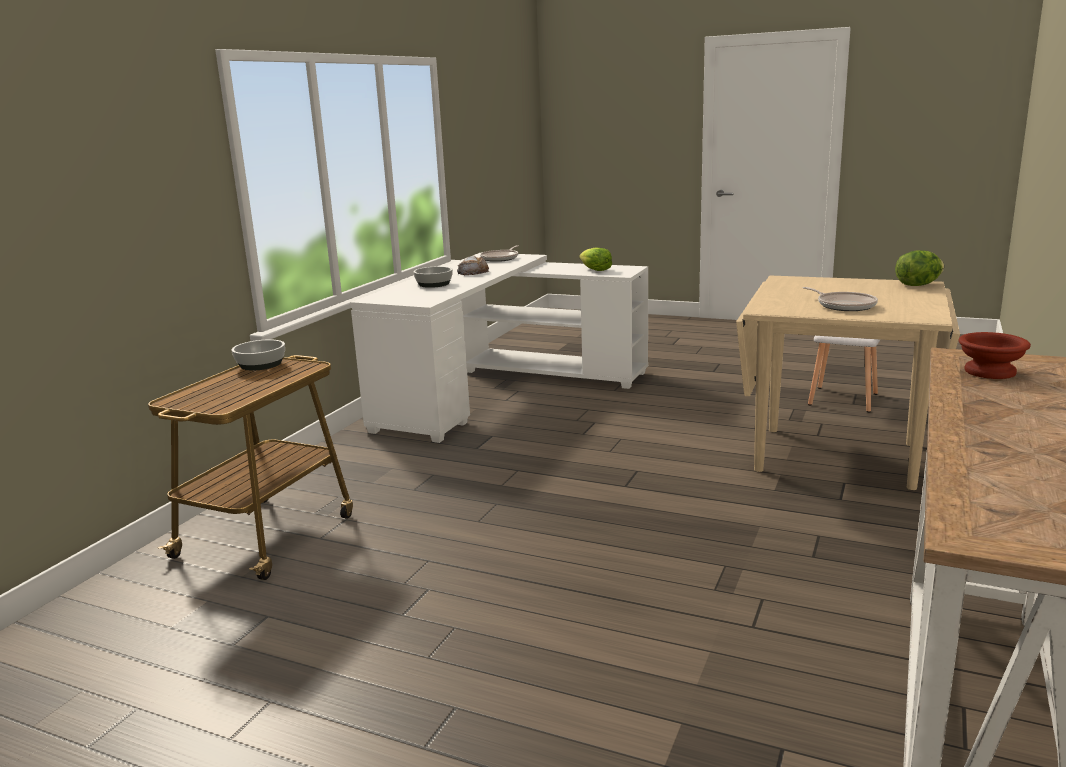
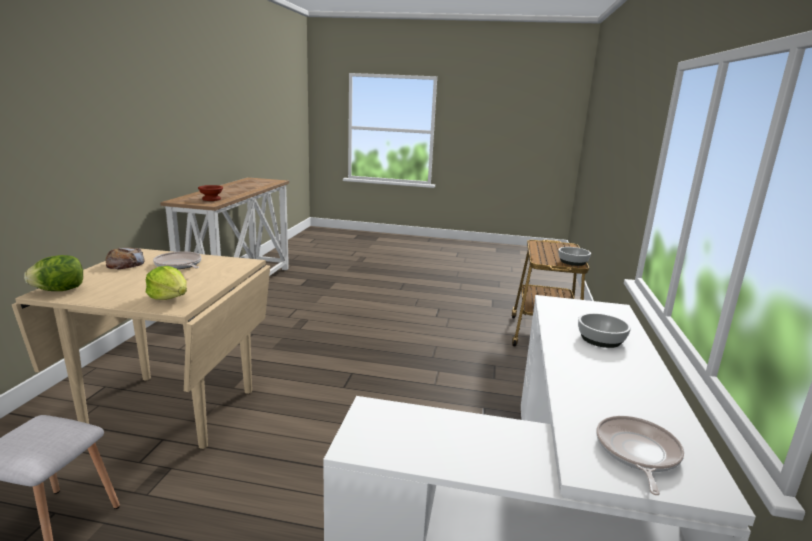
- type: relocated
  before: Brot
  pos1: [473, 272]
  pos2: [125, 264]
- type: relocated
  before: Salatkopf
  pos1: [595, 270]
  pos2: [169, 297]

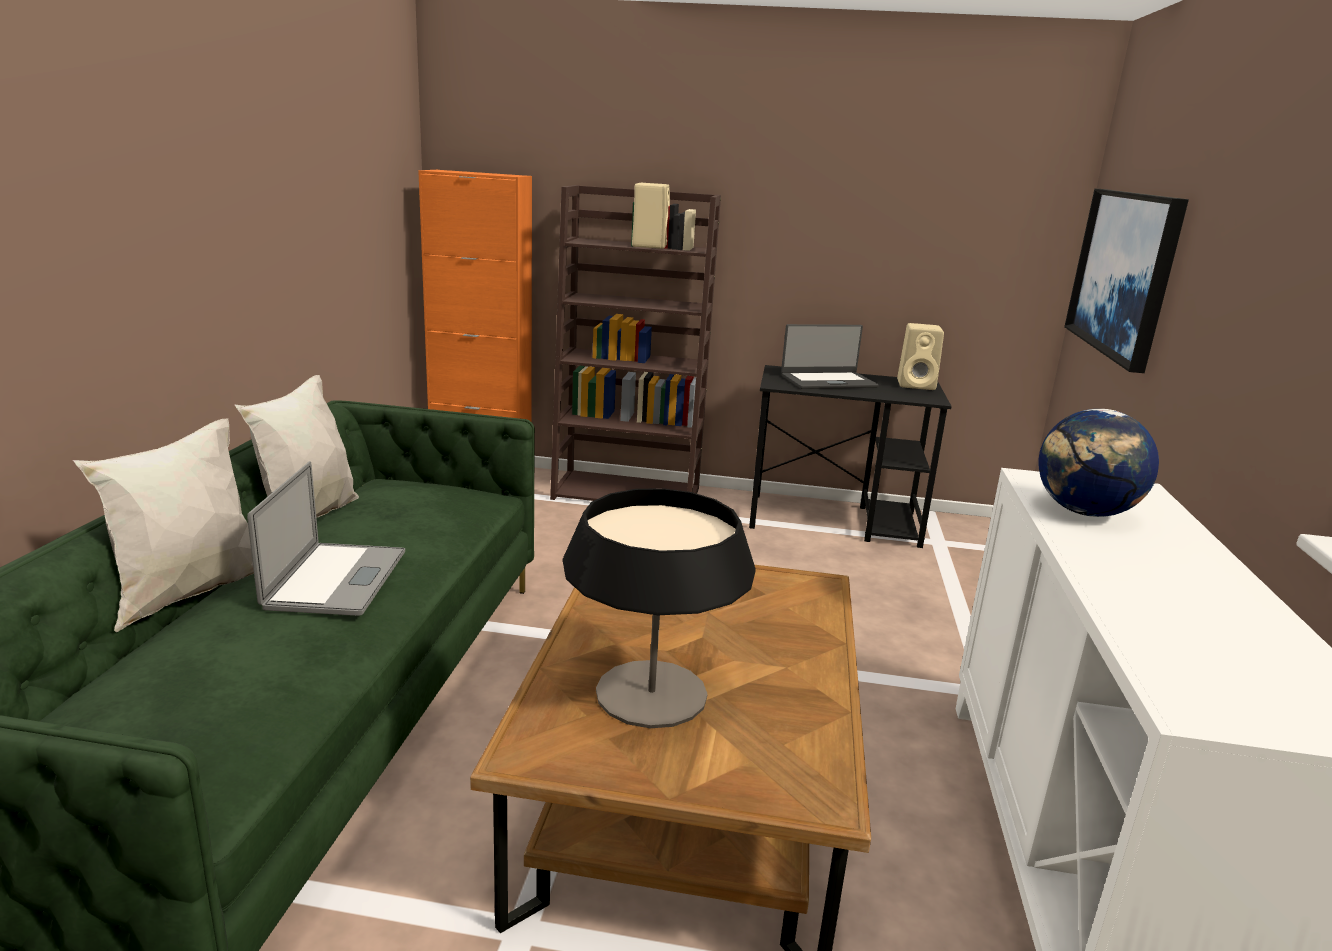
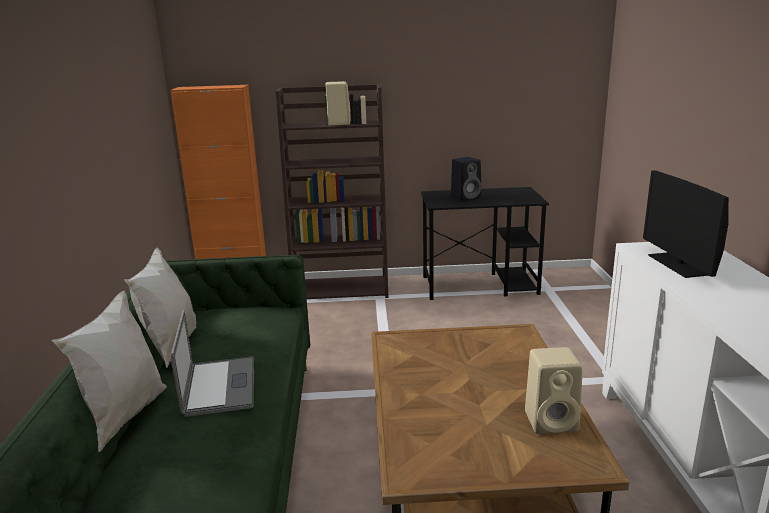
- type: missing
  before: Tischlampe
  pos1: [651, 694]
- type: exchanged
  before: Laptop
  after: Lautsprecher [schwarz]
  pos1: [828, 381]
  pos2: [466, 197]
- type: relocated
  before: Lautsprecher [beige]
  pos1: [917, 385]
  pos2: [552, 421]
- type: exchanged
  before: Globus
  after: Monitor
  pos1: [1085, 512]
  pos2: [678, 264]
- type: missing
  before: Bild
  pos1: [1124, 273]

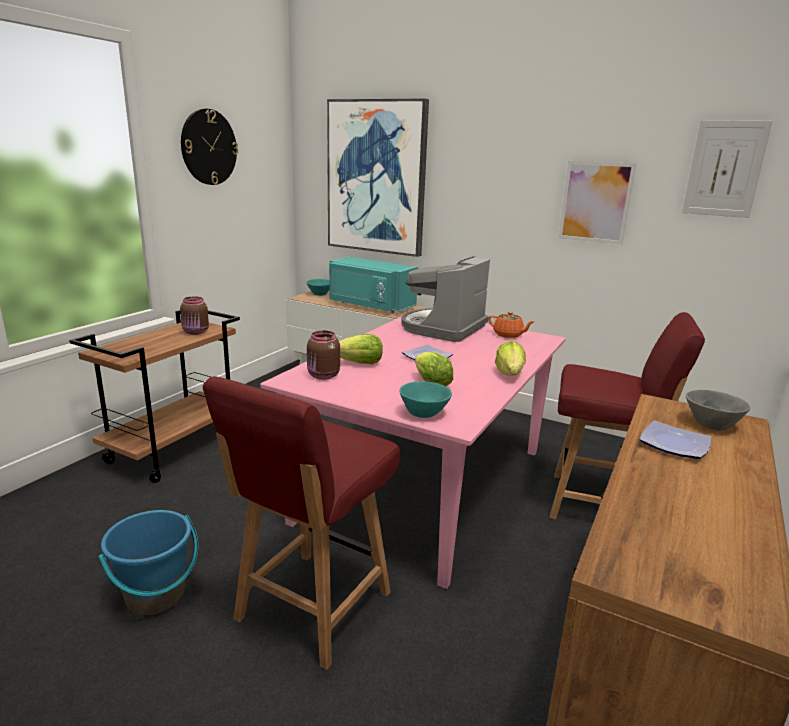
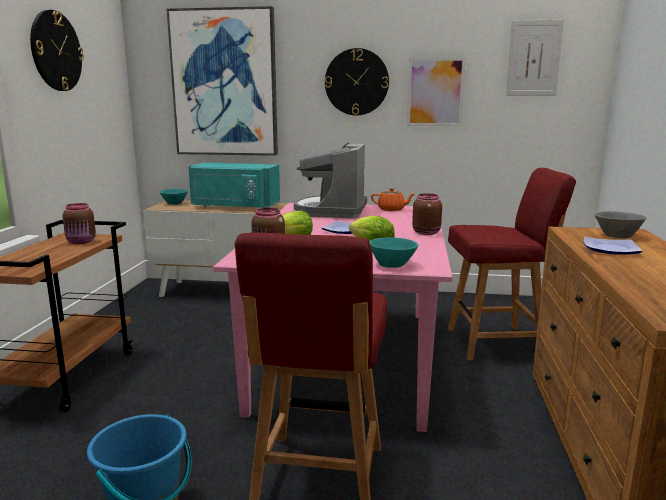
- type: exchanged
  before: Salatkopf
  after: Vorratsglas [braun]
  pos1: [510, 374]
  pos2: [426, 232]
- type: appeared
  after: Wanduhr
  pos2: [356, 82]

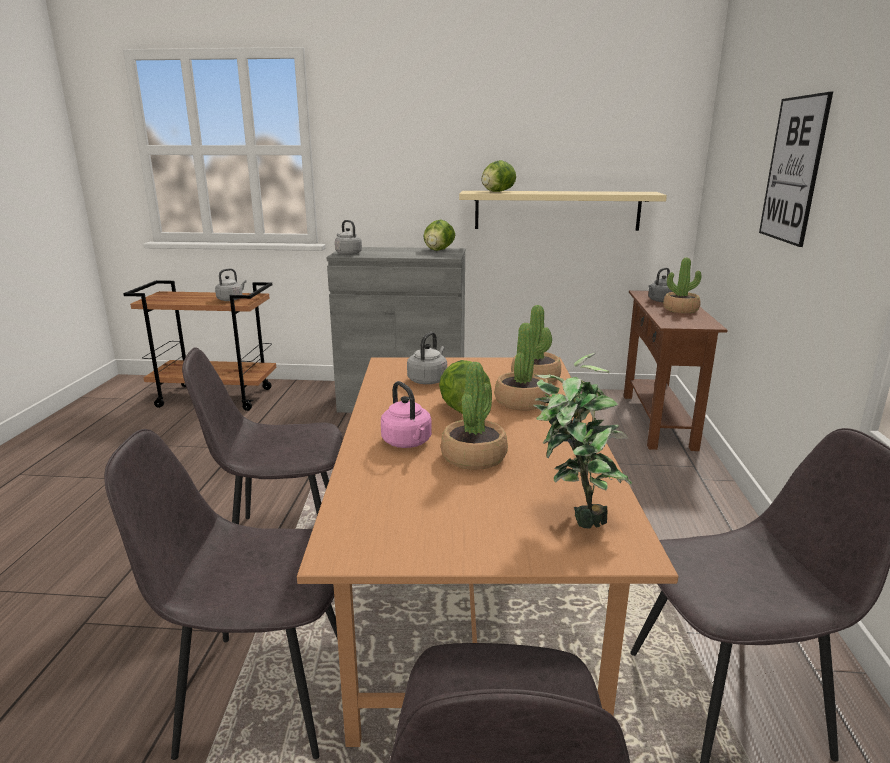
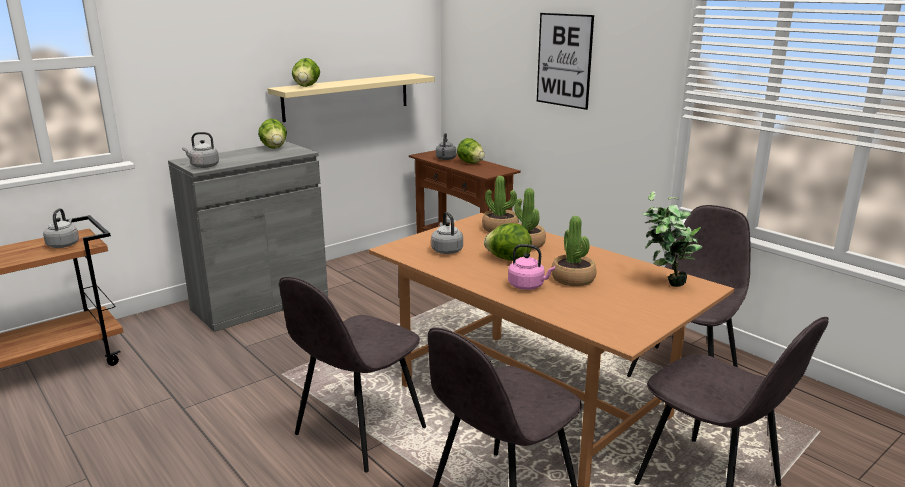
- type: exchanged
  before: Topfpflanze
  after: Salatkopf
  pos1: [680, 309]
  pos2: [470, 163]

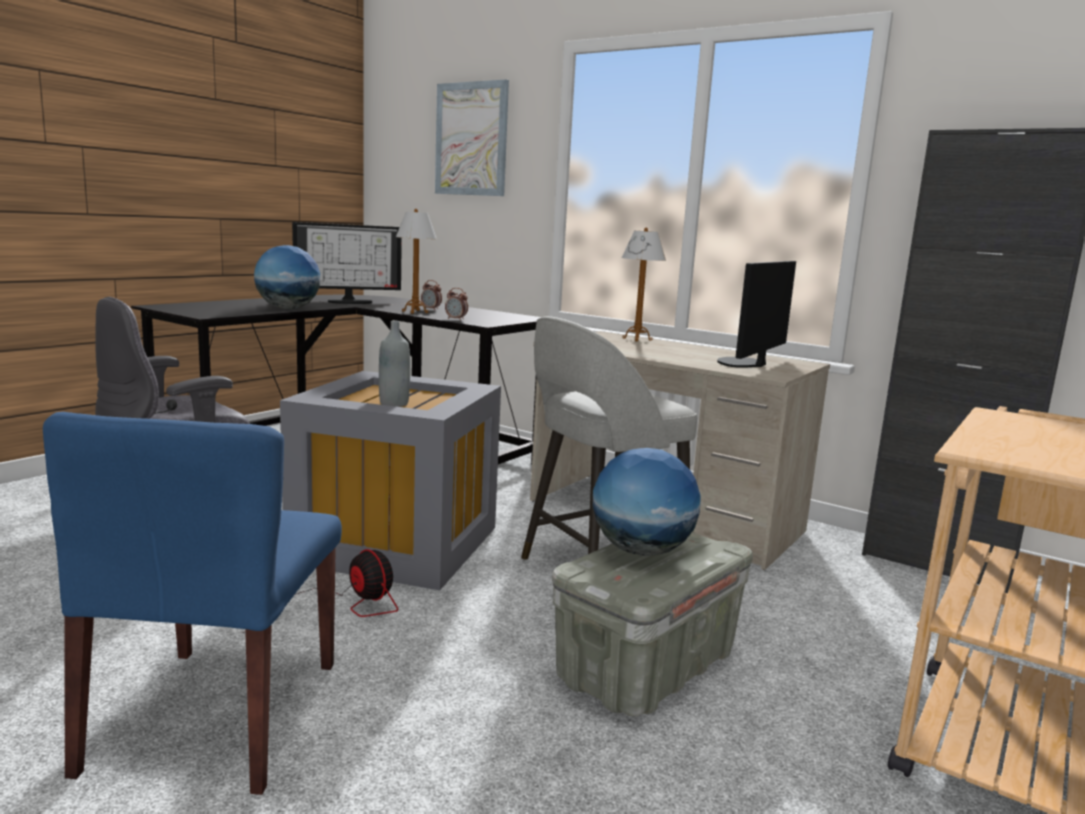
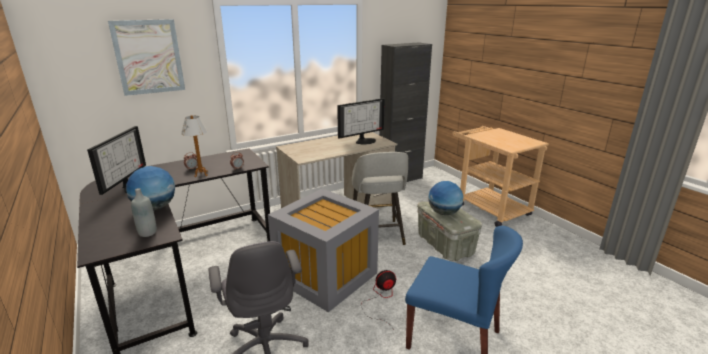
- type: relocated
  before: Flasche [grau]
  pos1: [394, 404]
  pos2: [147, 233]
- type: missing
  before: Tischlampe
  pos1: [637, 339]
- type: spun
  before: Monitor
  pos1: [745, 364]
  pos2: [365, 140]
  turn: -90

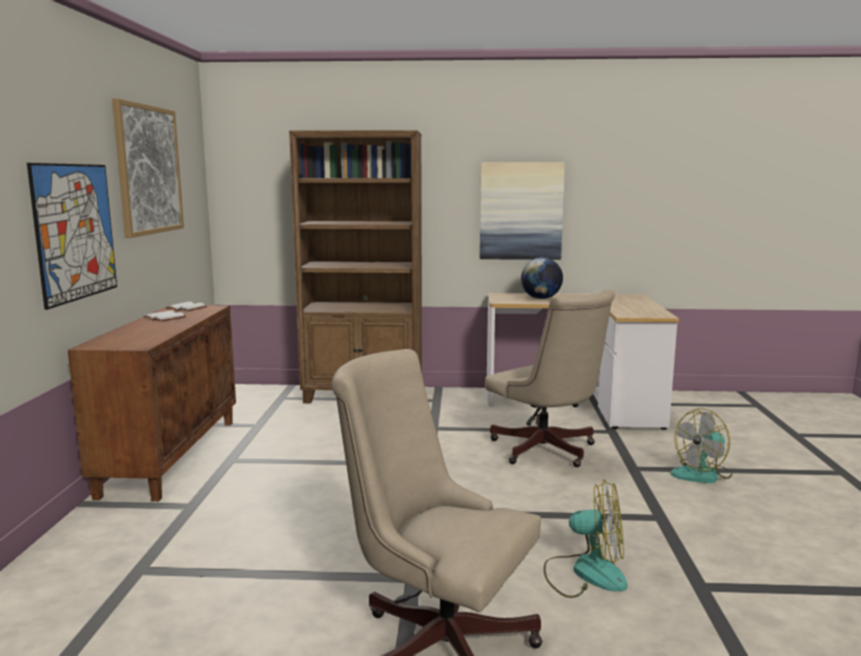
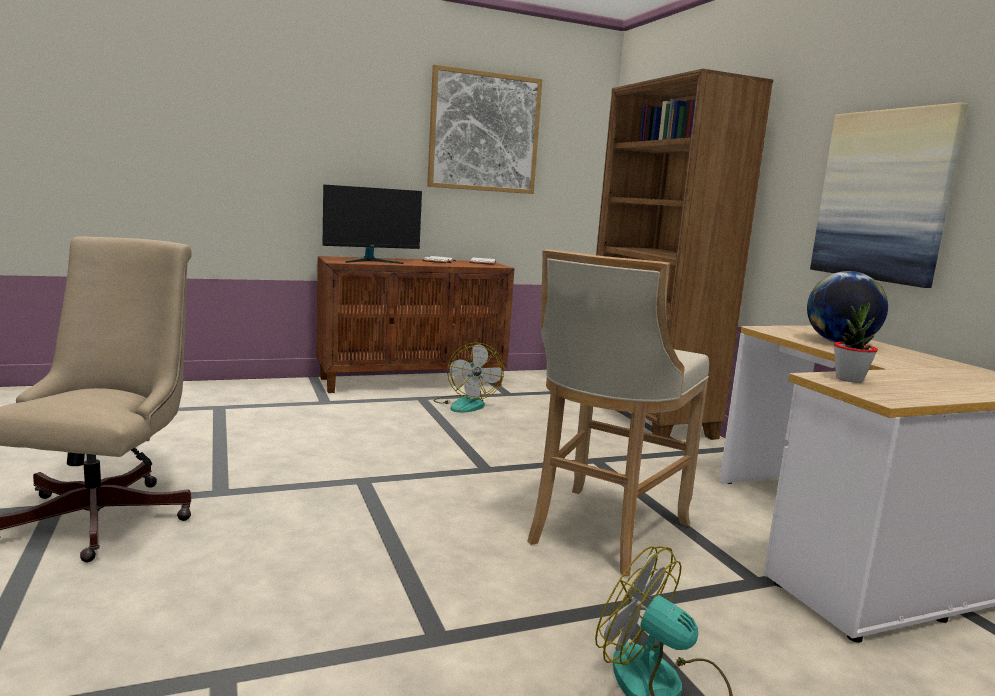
- type: missing
  before: Bild
  pos1: [75, 232]
- type: exchanged
  before: Bürostuhl [beige]
  after: Hocker [beige]
  pos1: [547, 451]
  pos2: [602, 533]
- type: relocated
  before: Ventilator
  pos1: [585, 573]
  pos2: [466, 404]
- type: appeared
  after: Monitor
  pos2: [371, 261]
- type: appeared
  after: Topfpflanze
  pos2: [849, 379]

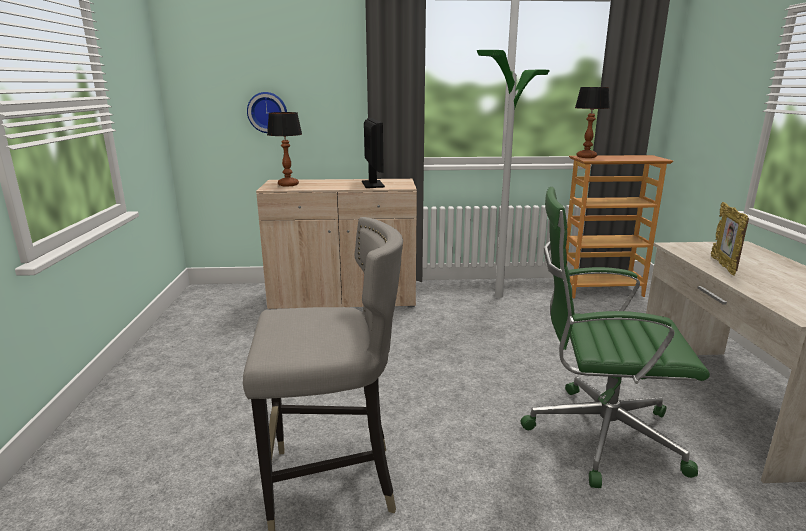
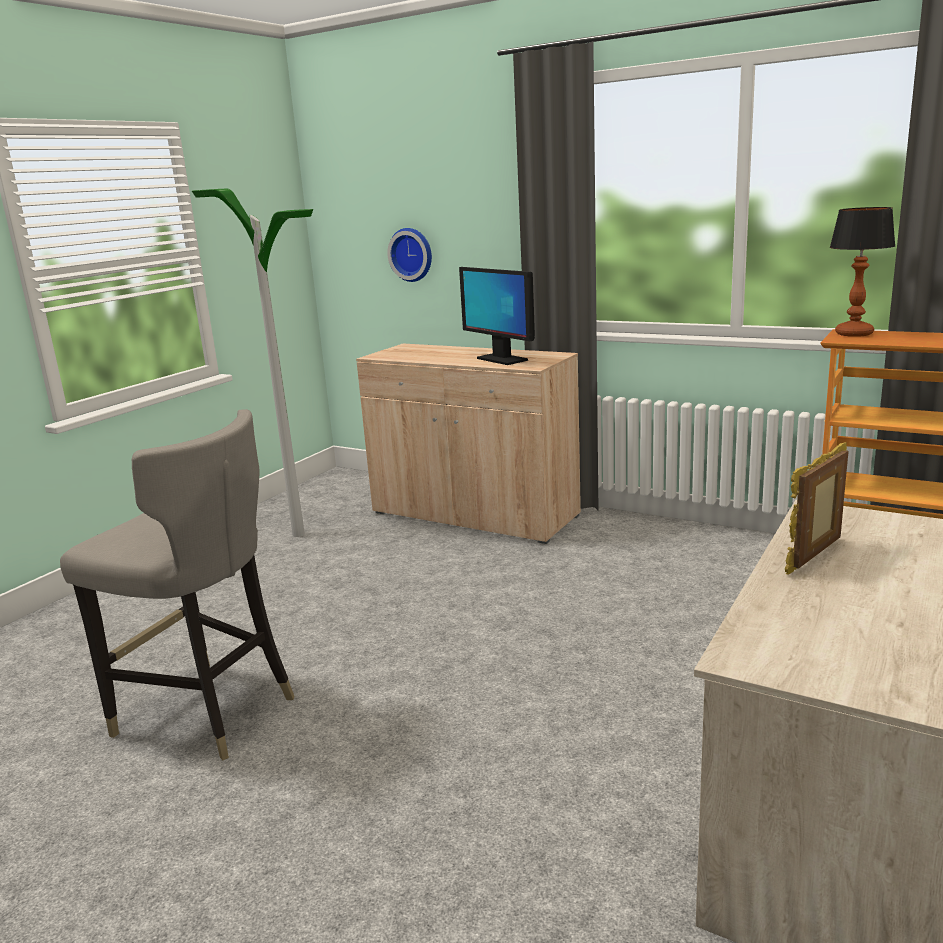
- type: missing
  before: Tischlampe
  pos1: [288, 185]
- type: spun
  before: Monitor
  pos1: [372, 184]
  pos2: [501, 359]
  turn: 120
- type: relocated
  before: Stehlampe
  pos1: [499, 296]
  pos2: [298, 534]
- type: missing
  before: Bürostuhl [grün]
  pos1: [598, 434]

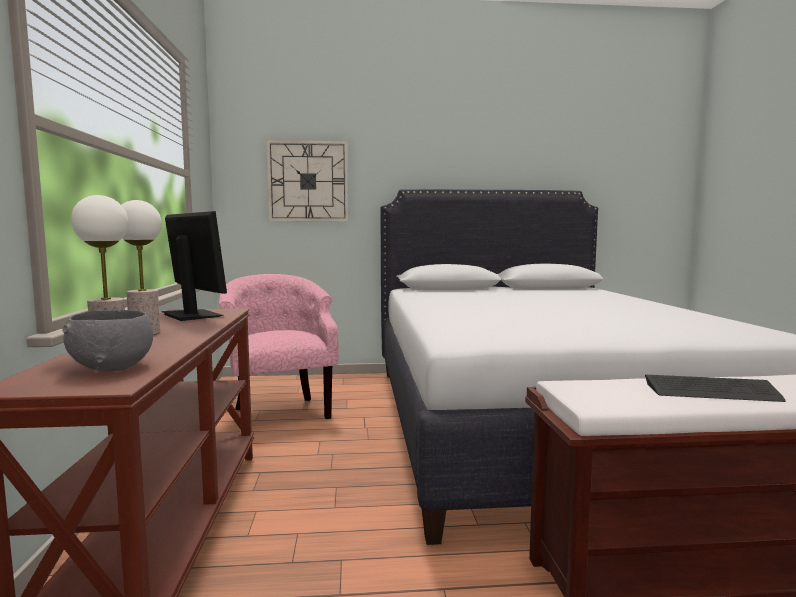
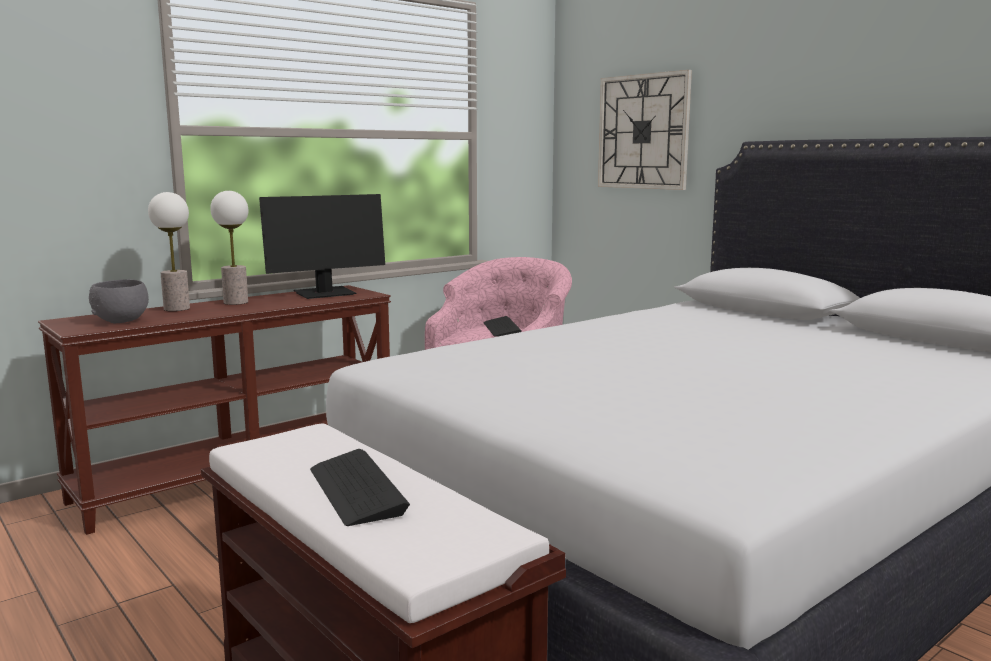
- type: spun
  before: Monitor
  pos1: [192, 315]
  pos2: [325, 294]
  turn: 45
- type: appeared
  after: Tastatur
  pos2: [501, 328]

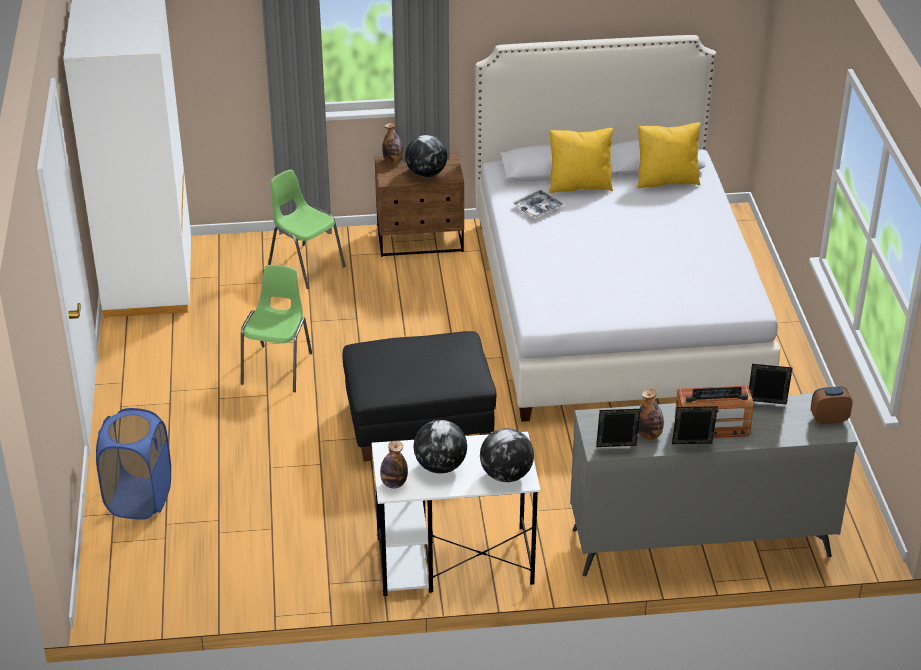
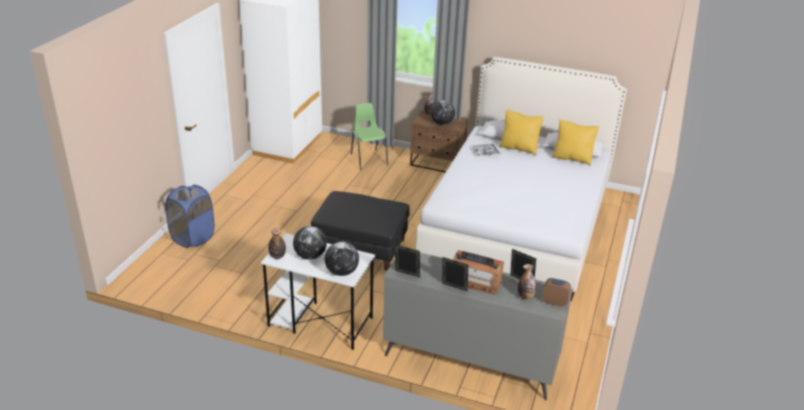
- type: missing
  before: Stuhl [grün]
  pos1: [278, 368]
- type: relocated
  before: Flasche
  pos1: [649, 435]
  pos2: [526, 296]

